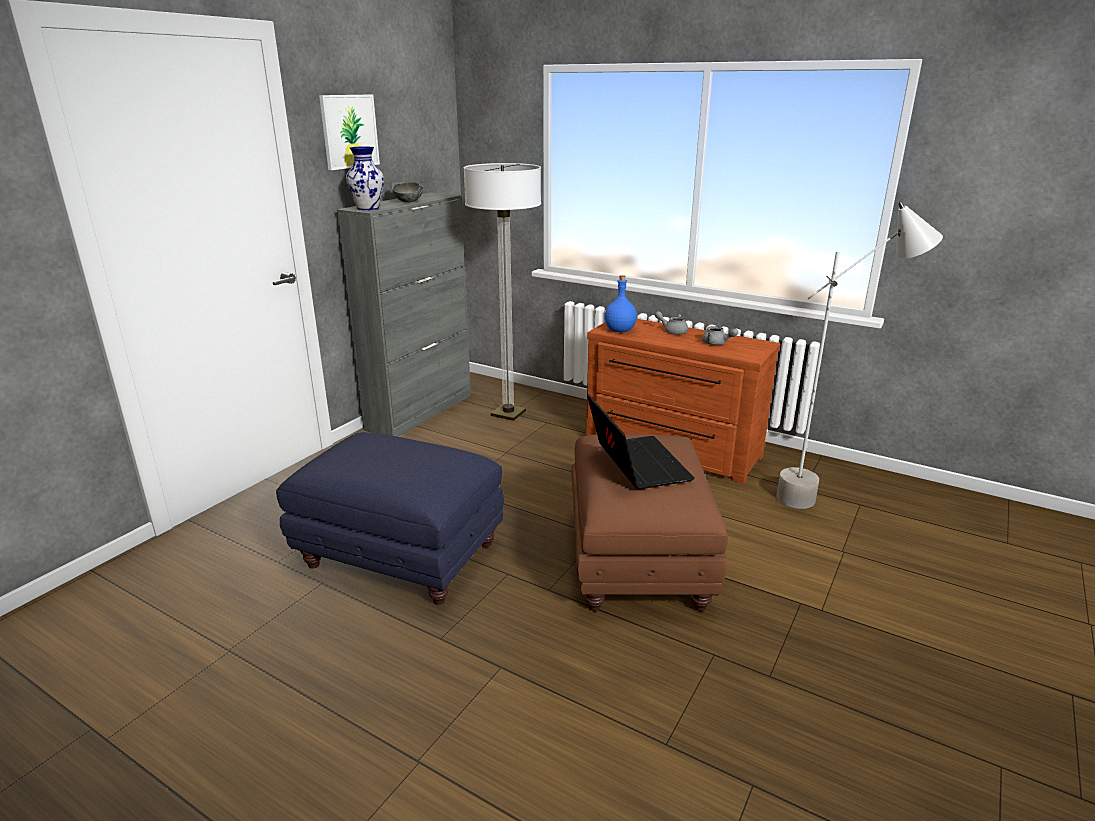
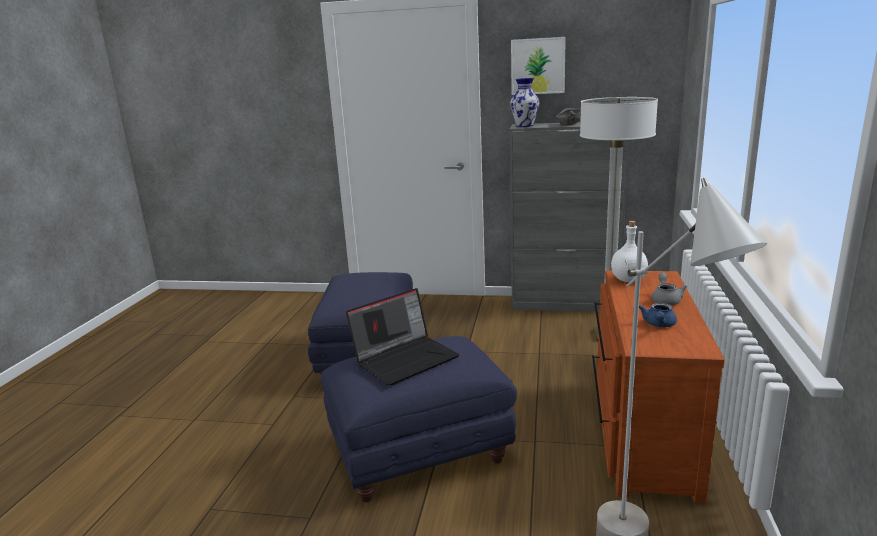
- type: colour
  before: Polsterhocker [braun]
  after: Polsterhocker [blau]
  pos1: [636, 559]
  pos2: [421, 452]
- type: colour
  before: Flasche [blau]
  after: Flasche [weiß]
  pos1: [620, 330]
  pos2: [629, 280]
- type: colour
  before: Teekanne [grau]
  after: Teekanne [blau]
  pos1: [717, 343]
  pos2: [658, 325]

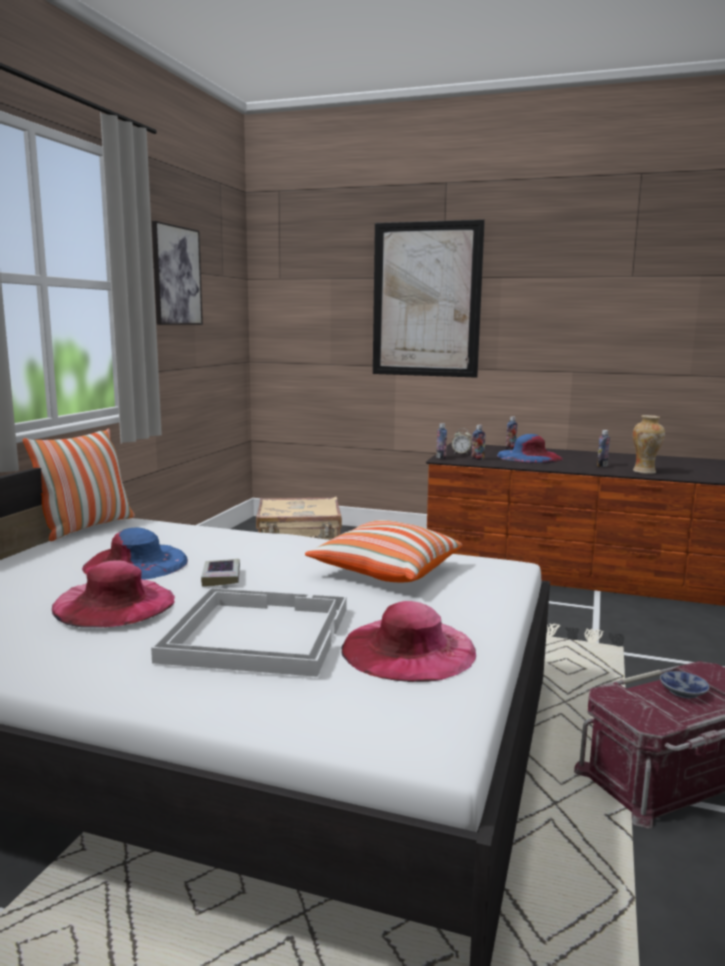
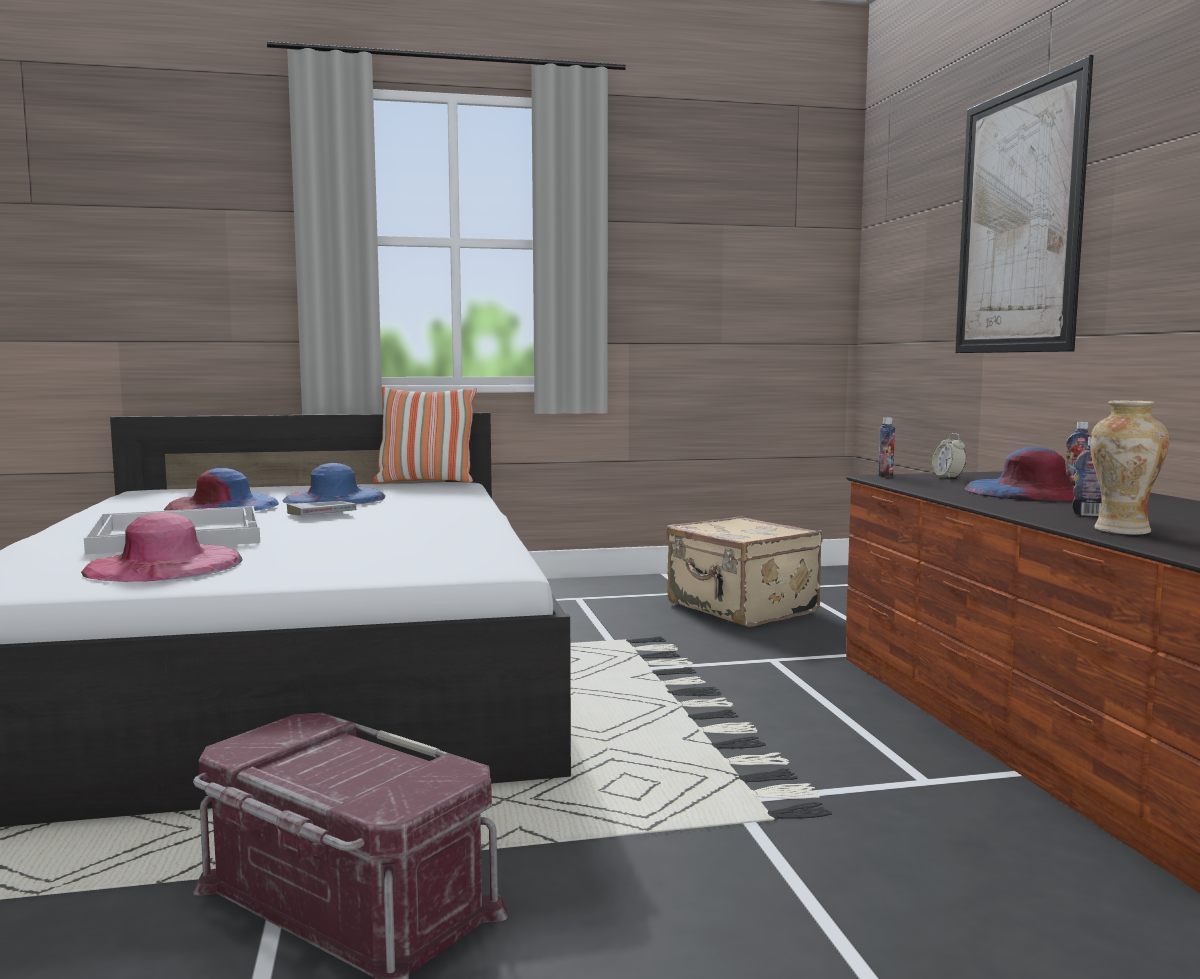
- type: colour
  before: Hut [rosa]
  after: Hut [blau]
  pos1: [114, 603]
  pos2: [222, 506]
- type: missing
  before: Bild
  pos1: [176, 276]
- type: missing
  before: Kissen
  pos1: [385, 572]
- type: missing
  before: Flasche
  pos1: [477, 459]
- type: missing
  before: Schüssel
  pos1: [682, 693]

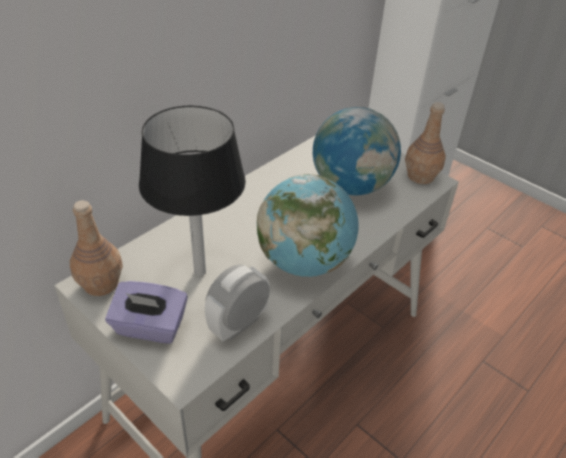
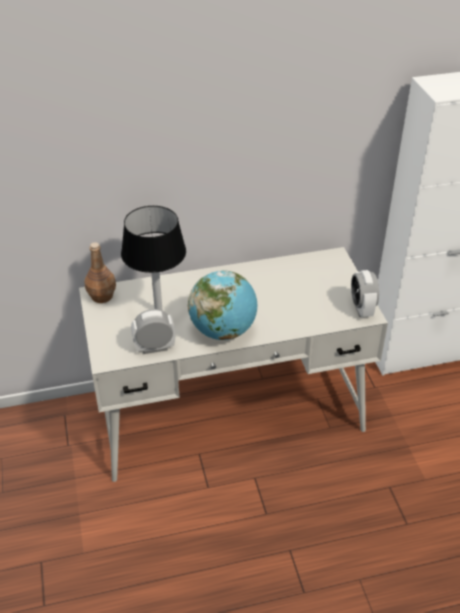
- type: missing
  before: Taschentuchbox [lila]
  pos1: [150, 327]
- type: missing
  before: Globus
  pos1: [351, 186]
- type: exchanged
  before: Flasche [braun]
  after: Wecker
  pos1: [421, 176]
  pos2: [362, 308]

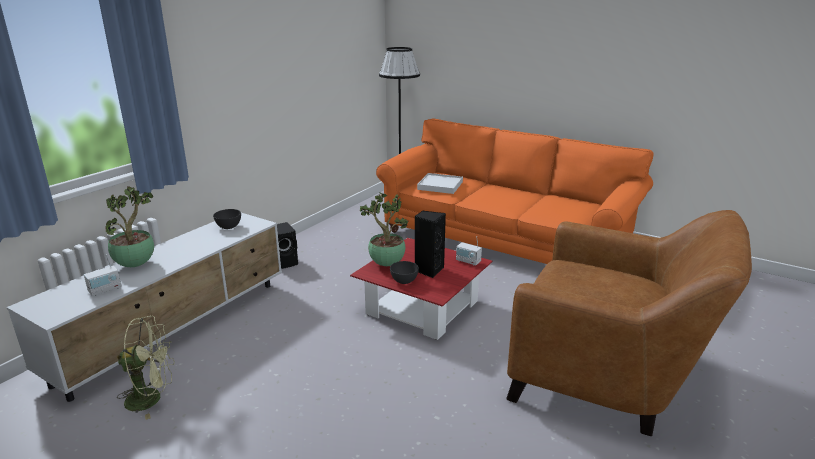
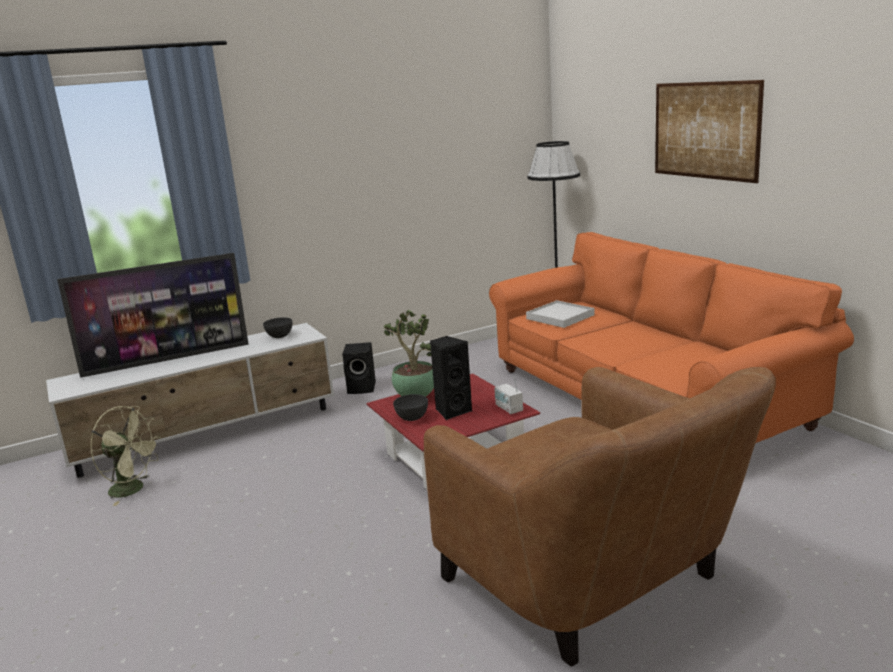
- type: missing
  before: Radio
  pos1: [105, 290]
- type: exchanged
  before: Topfpflanze
  after: Fernseher
  pos1: [136, 264]
  pos2: [168, 360]
- type: appeared
  after: Bild
  pos2: [705, 130]

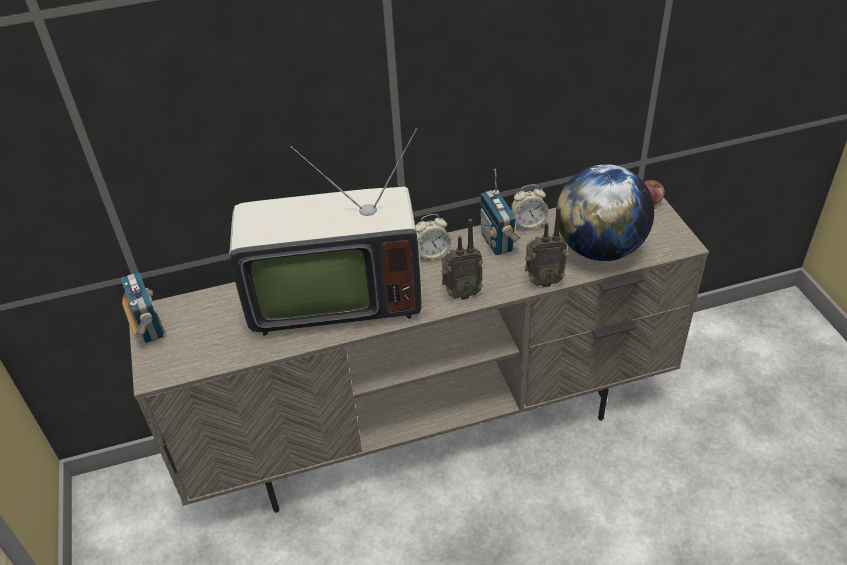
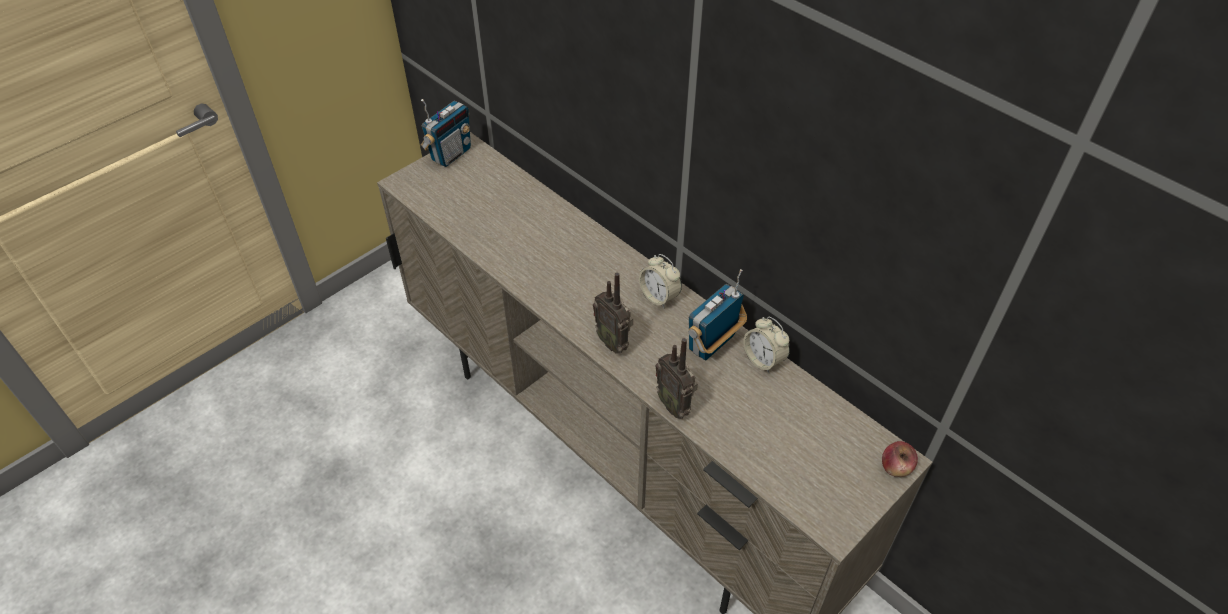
- type: missing
  before: Fernseher
  pos1: [332, 298]
- type: missing
  before: Globus
  pos1: [600, 249]

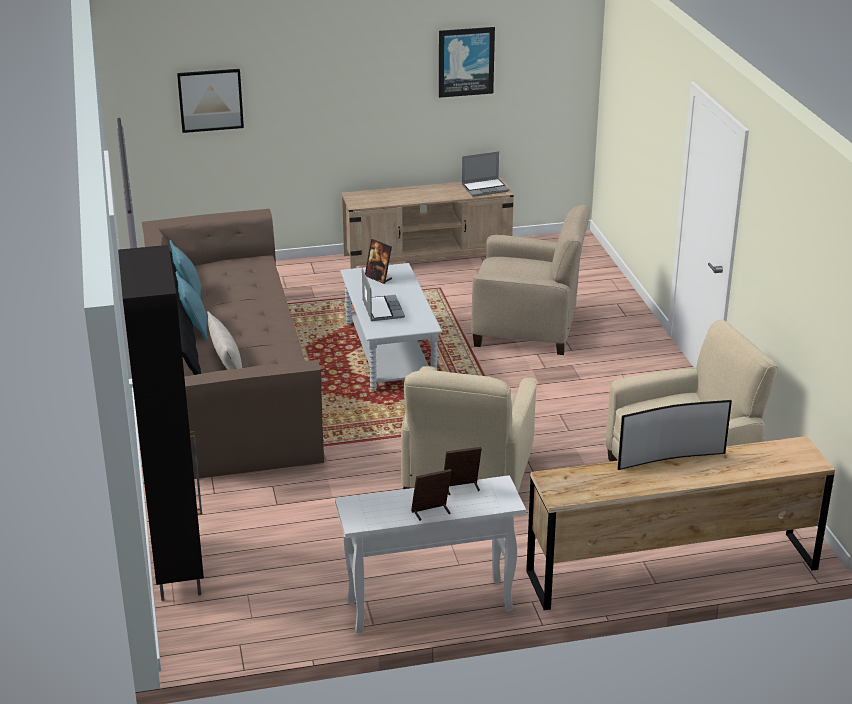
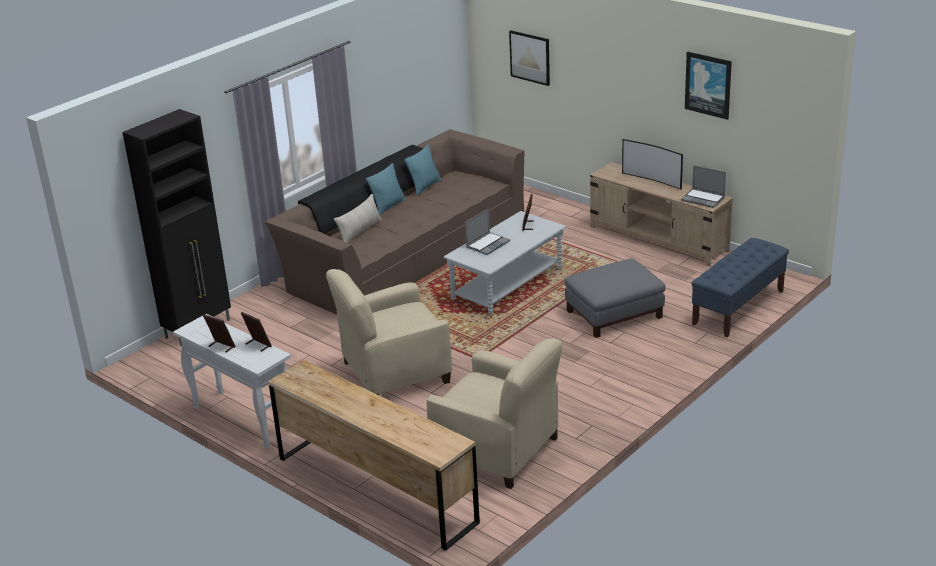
- type: exchanged
  before: Sessel [beige]
  after: Polsterhocker [grau]
  pos1: [527, 328]
  pos2: [614, 315]
- type: relocated
  before: Fernseher
  pos1: [670, 458]
  pos2: [652, 180]
- type: appeared
  after: Bank [blau]
  pos2: [738, 308]

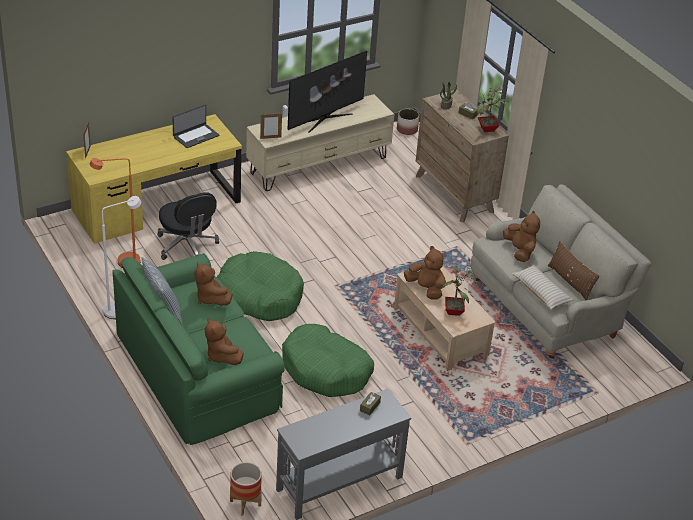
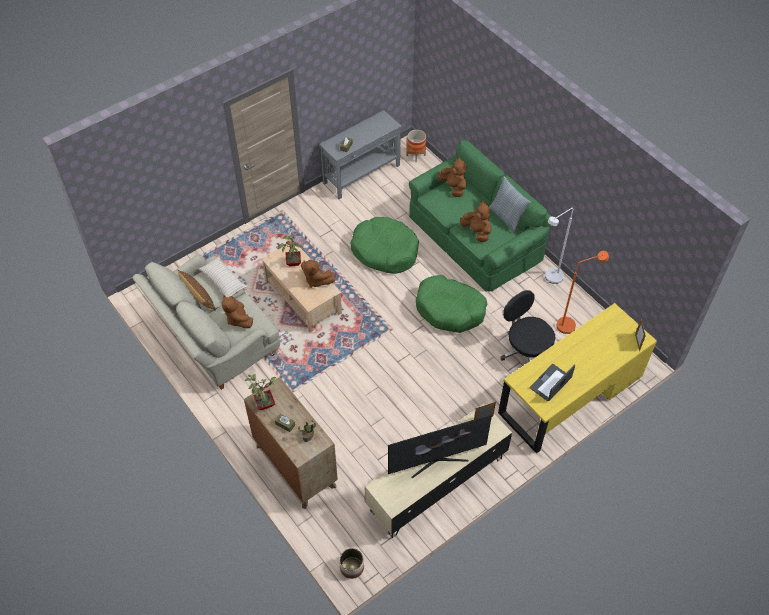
- type: spun
  before: Fernseher
  pos1: [324, 119]
  pos2: [436, 461]
  turn: -150

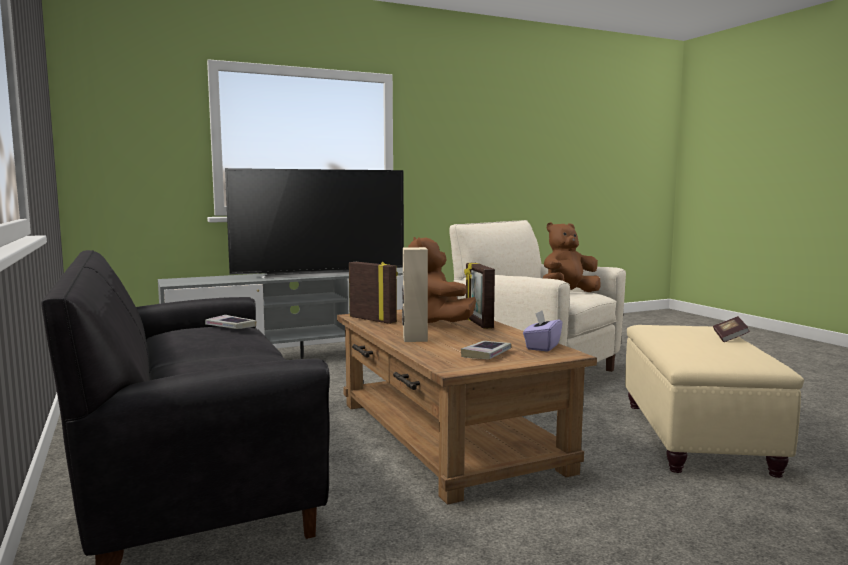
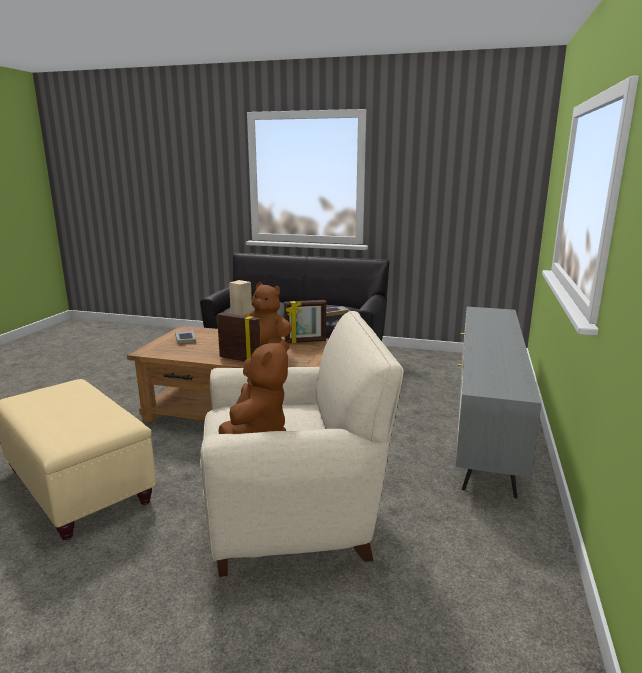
- type: missing
  before: Fernseher
  pos1: [319, 274]
- type: missing
  before: Taschentuchbox [lila]
  pos1: [542, 347]
- type: missing
  before: Buch
  pos1: [730, 338]

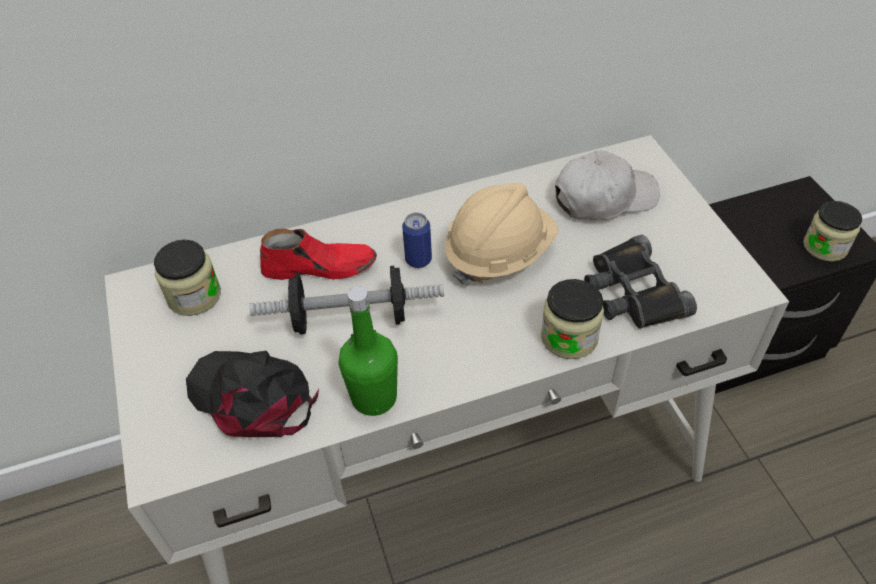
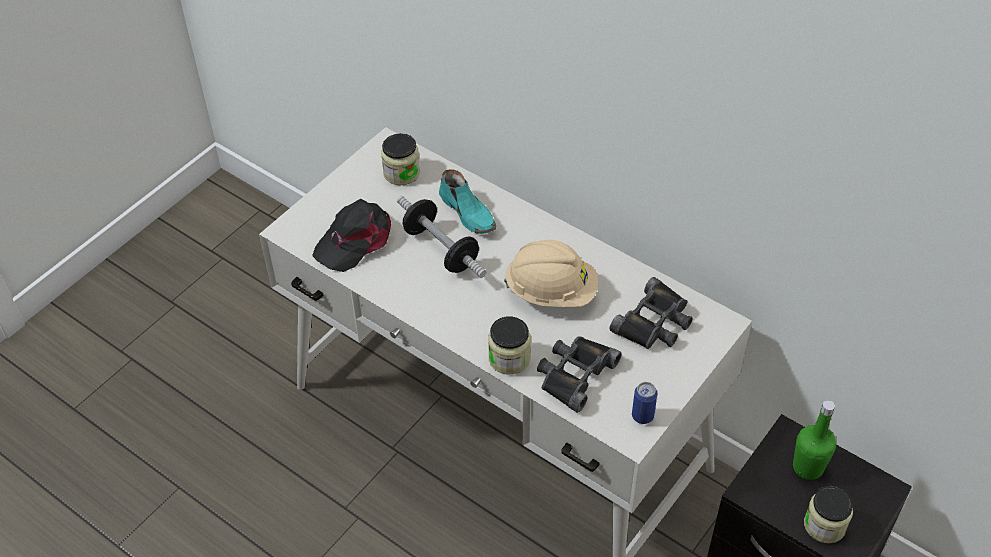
- type: spun
  before: Kappe [schwarz]
  pos1: [253, 397]
  pos2: [355, 240]
  turn: -135
- type: colour
  before: Schuh [rot]
  after: Schuh [türkis]
  pos1: [320, 266]
  pos2: [468, 213]
- type: relocated
  before: Flasche [grün]
  pos1: [374, 397]
  pos2: [808, 467]
- type: relocated
  before: Dose
  pos1: [418, 260]
  pos2: [642, 416]
- type: exchanged
  before: Kappe [weiß]
  after: Fernglas [schwarz]
  pos1: [604, 198]
  pos2: [654, 322]

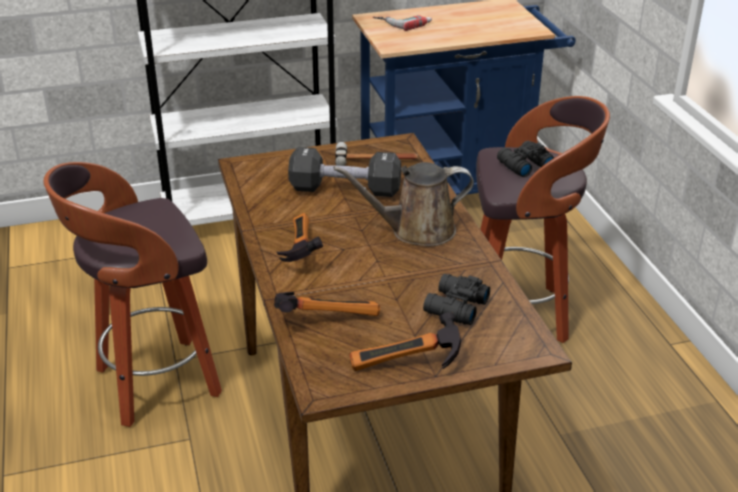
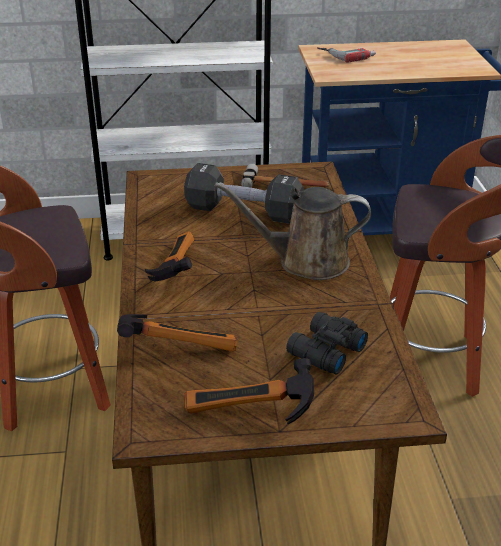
- type: missing
  before: Fernglas [schwarz]
  pos1: [523, 165]

